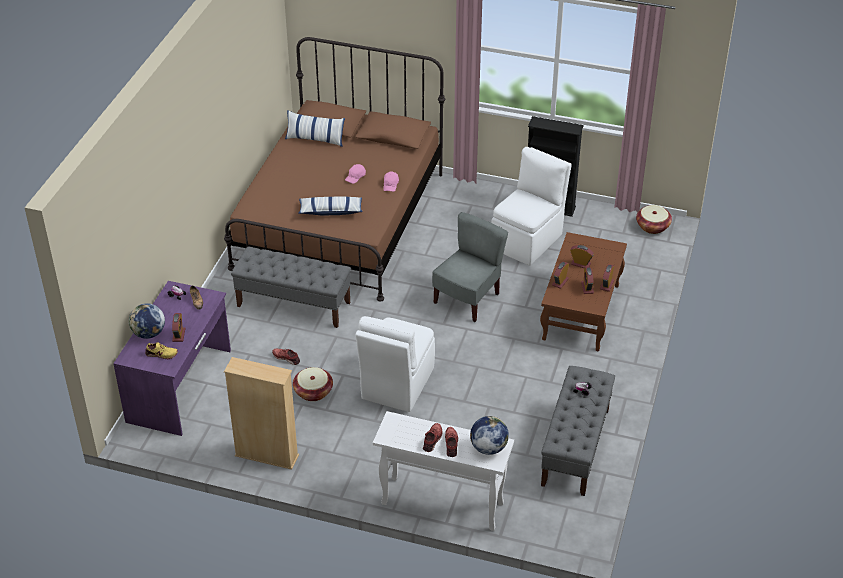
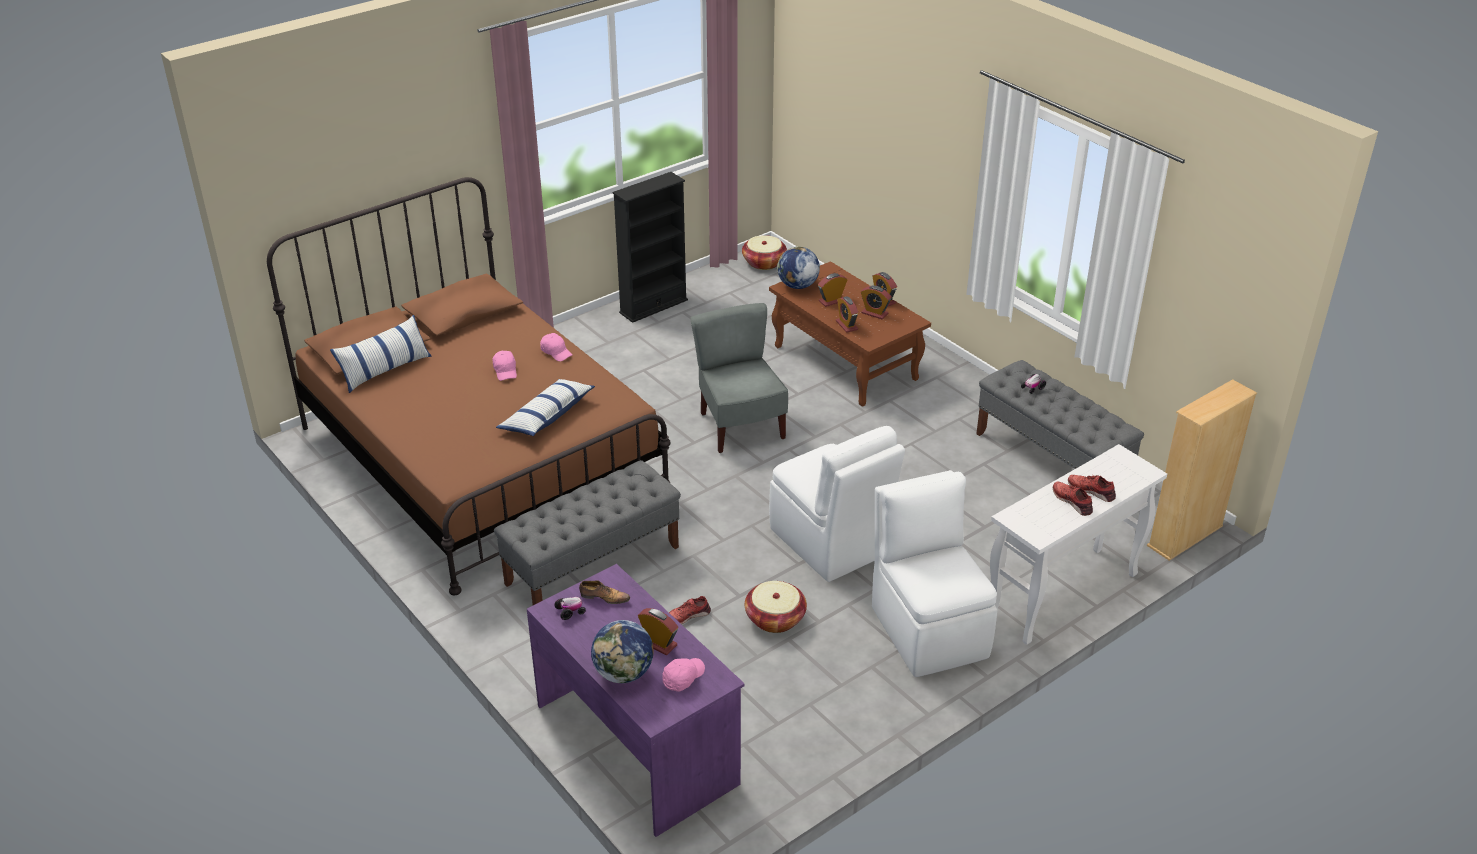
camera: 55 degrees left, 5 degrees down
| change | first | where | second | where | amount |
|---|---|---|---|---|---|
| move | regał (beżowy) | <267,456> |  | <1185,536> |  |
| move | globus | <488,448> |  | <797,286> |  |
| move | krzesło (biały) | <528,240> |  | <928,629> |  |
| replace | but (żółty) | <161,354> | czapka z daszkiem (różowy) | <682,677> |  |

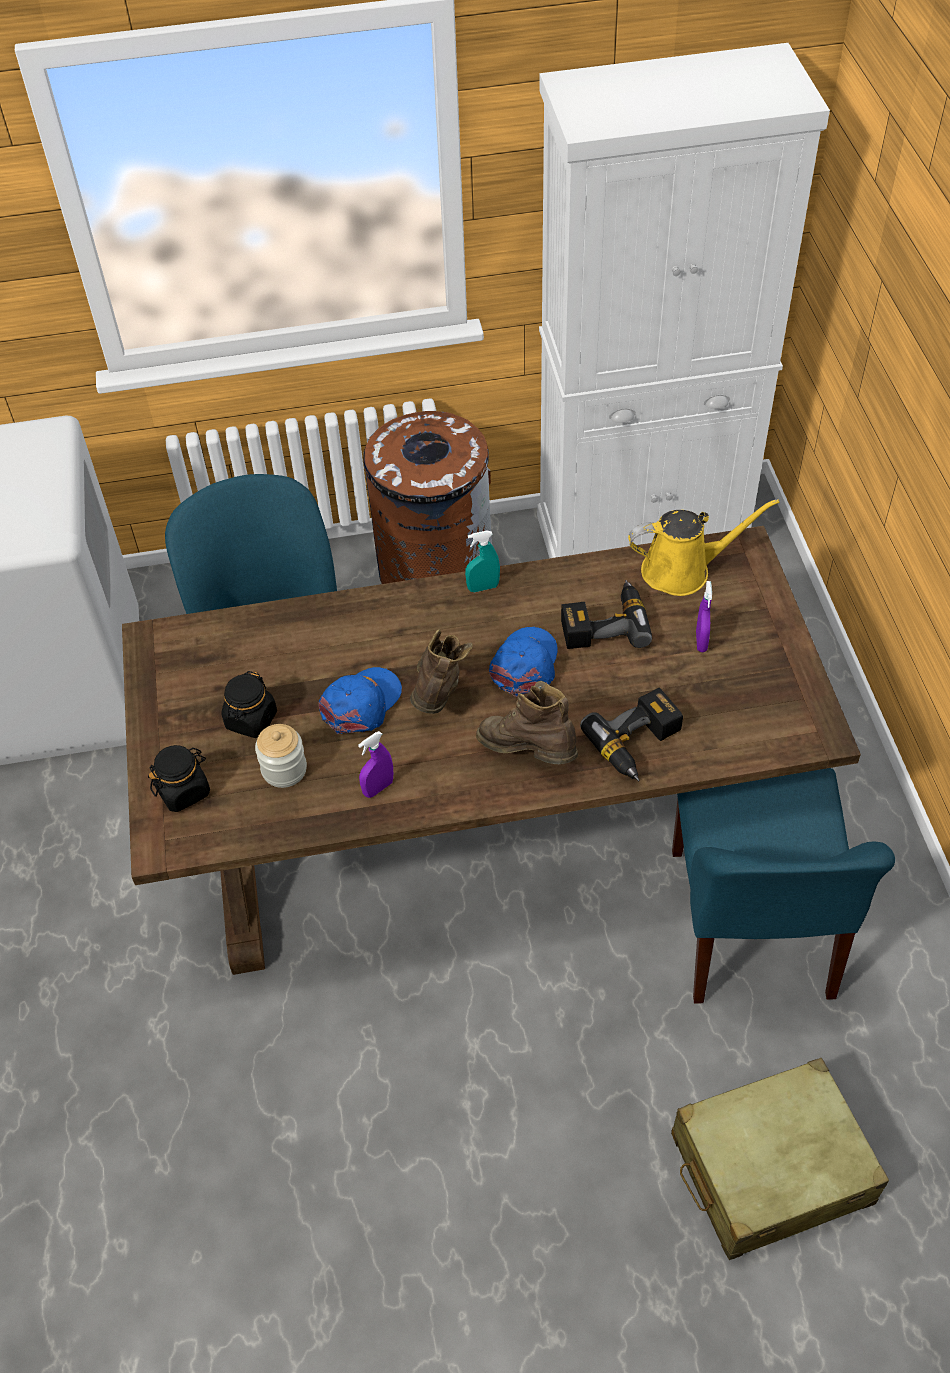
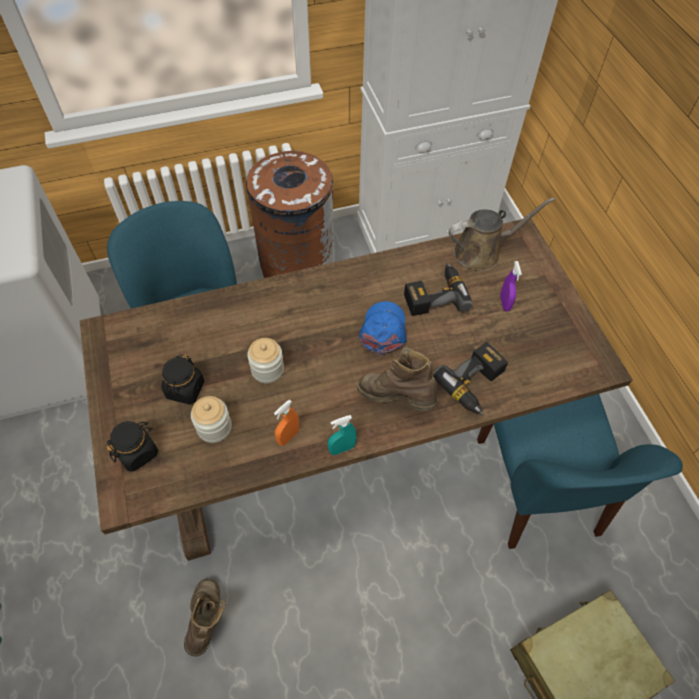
camera: 10 degrees left, 5 degrees up
| change | first | where | second | where | amount |
|---|---|---|---|---|---|
| move | but z cholewką (brązowy) | <439,692> |  | <208,619> |  |
| move | spryskiwacz (turkusowy) | <483,587> |  | <342,448> |  |
| replace | czapka z daszkiem (niebieski) | <361,704> | słoik | <267,369> |  |
| recolor | spryskiwacz (fioletowy) | <378,788> | spryskiwacz (pomarańczowy) | <288,436> |  |
| recolor | konewka (żółty) | <682,570> | konewka (brązowy) | <482,252> |  |

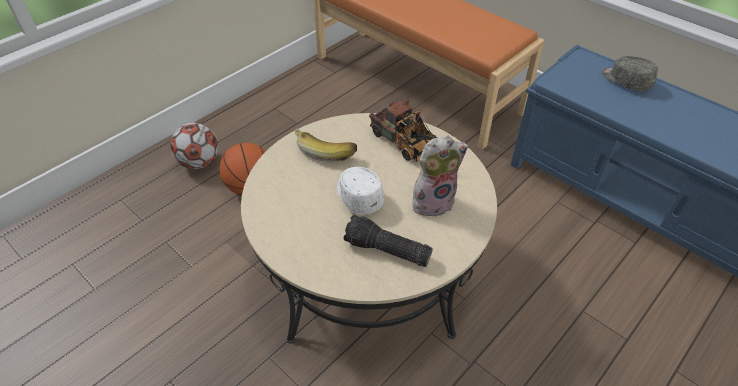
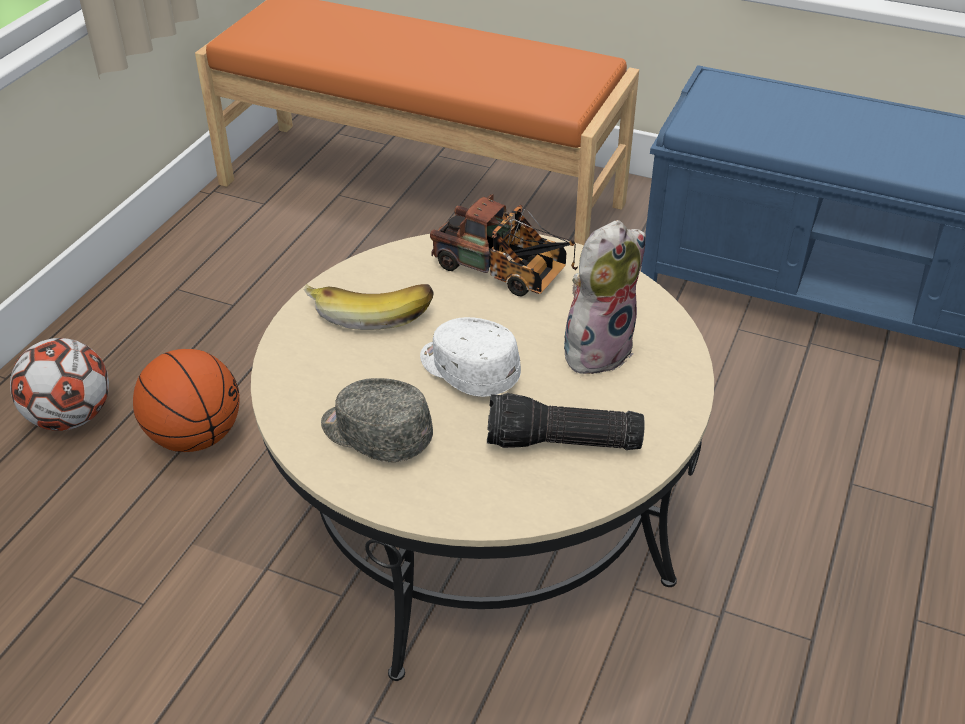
camera: 20 degrees left, 5 degrees down
| change | first | where | second | where | amount |
|---|---|---|---|---|---|
| move | czapka z daszkiem (szary) | <625,81> |  | <375,434> |  |

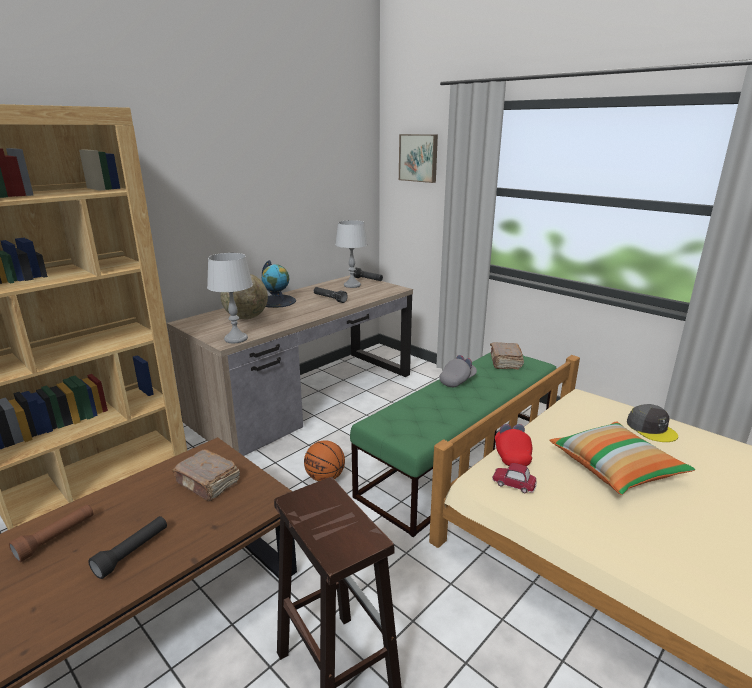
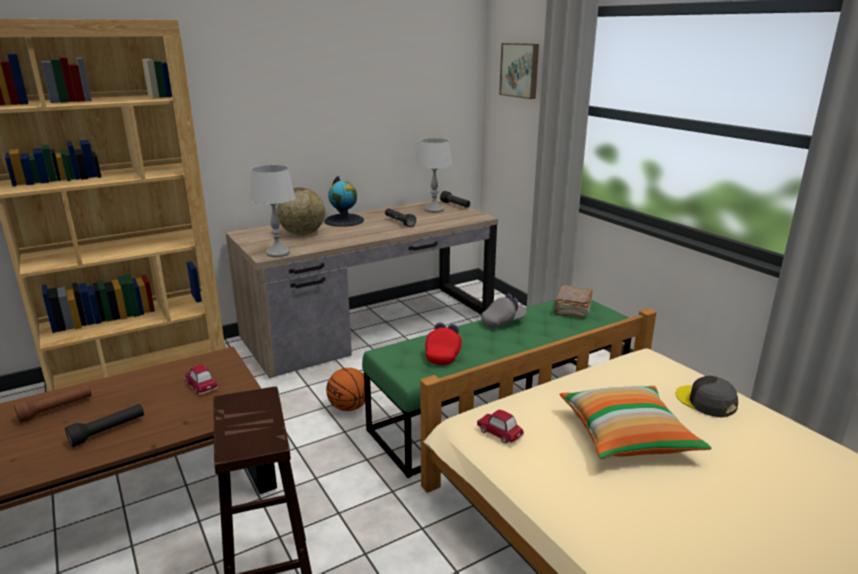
camera: 15 degrees right, 0 degrees up
| change | first | where | second | where | amount |
|---|---|---|---|---|---|
| move | czapka z daszkiem (czerwony) | <511,455> |  | <443,354> |  |
| replace | książka (brązowy) | <208,483> | samochodzik | <201,385> |  |
| rotate | czapka z daszkiem (szary) | <651,428> |  | <706,402> | 150 degrees clockwise |

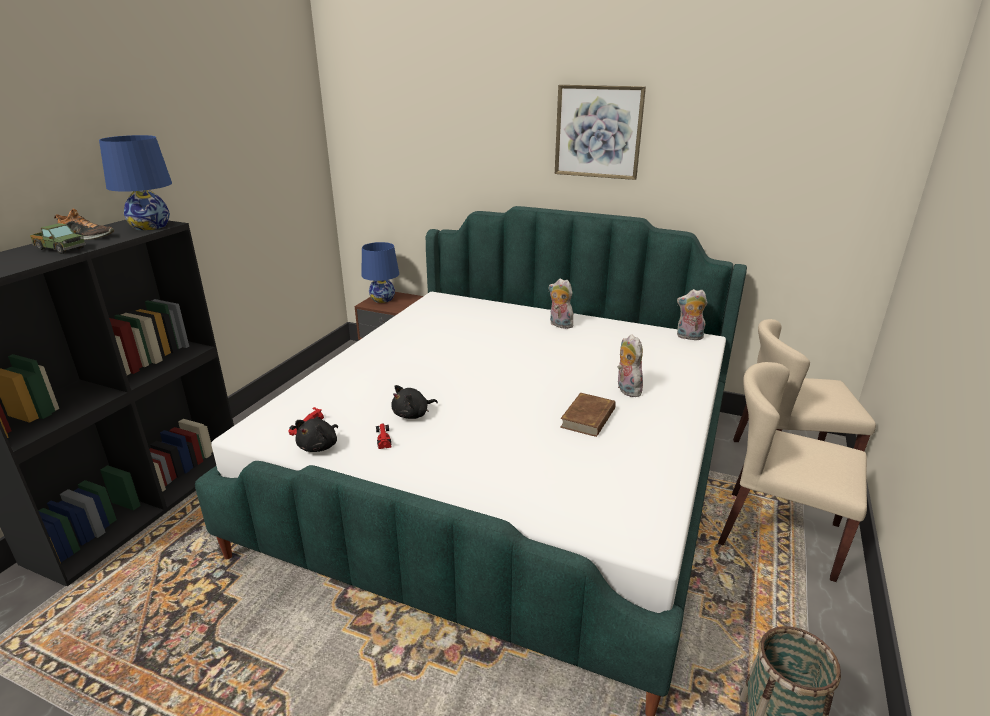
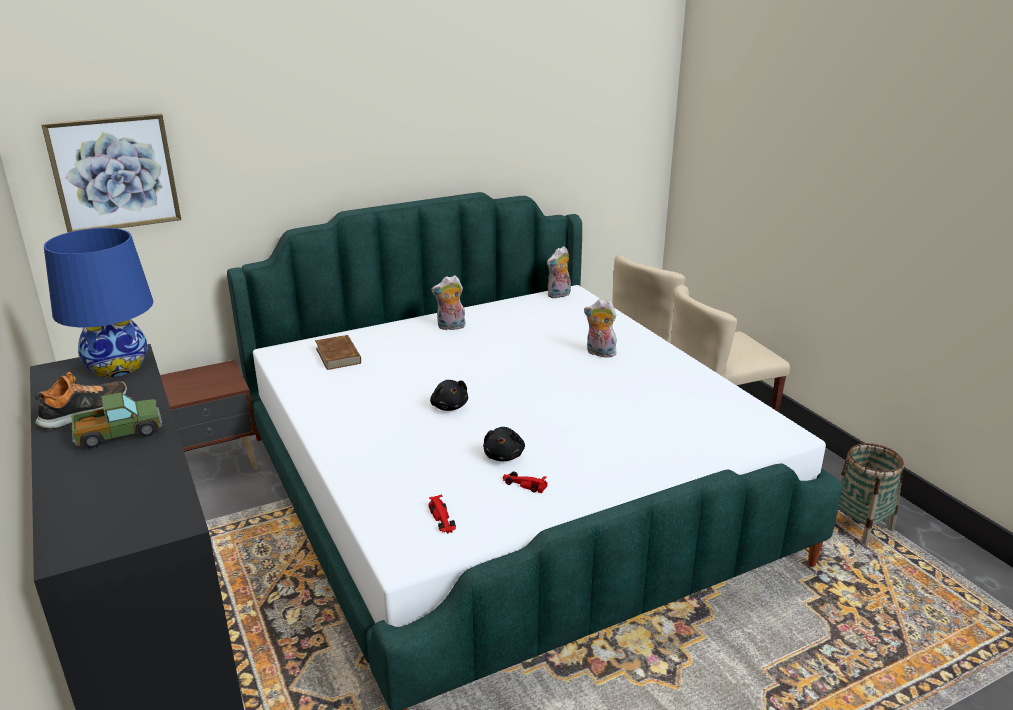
camera: 50 degrees left, 0 degrees up
| change | first | where | second | where | amount |
|---|---|---|---|---|---|
| delete | lampa stołowa (niebieski) | <382,299> |  |  |  |
| move | pluszak (czarny) | <319,446> |  | <449,406> |  |
| move | obraz | <598,132> |  | <114,173> |  |
| move | książka (brązowy) | <588,418> |  | <338,356> |  |

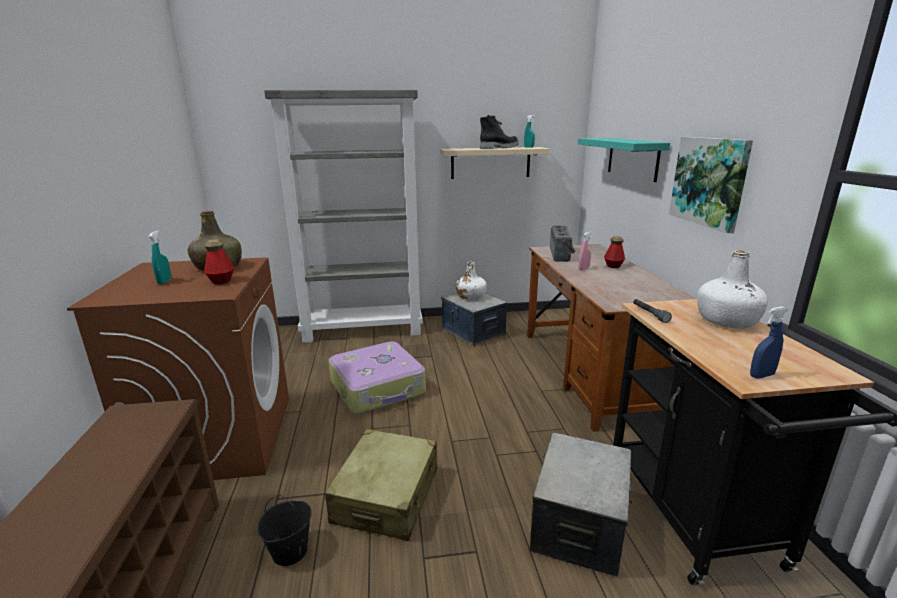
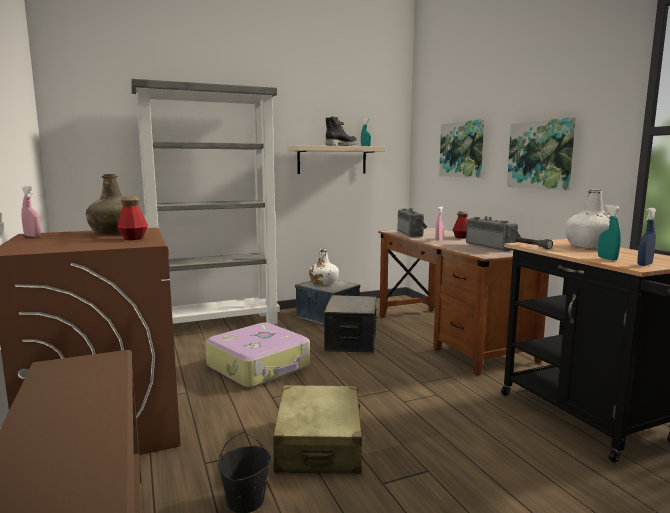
camera: 15 degrees left, 10 degrees down
| change | first | where | second | where | amount |
|---|---|---|---|---|---|
| insert |  |  | spryskiwacz (różowy) | <32,236> |  |
| insert |  |  | radio | <492,246> |  |
| move | spryskiwacz (turkusowy) | <164,281> |  | <607,259> |  |
| move | pojemnik do przechowywania | <579,525> |  | <351,342> |  |
| replace | półka (turkusowy) | <632,158> | obraz | <462,149> |  |

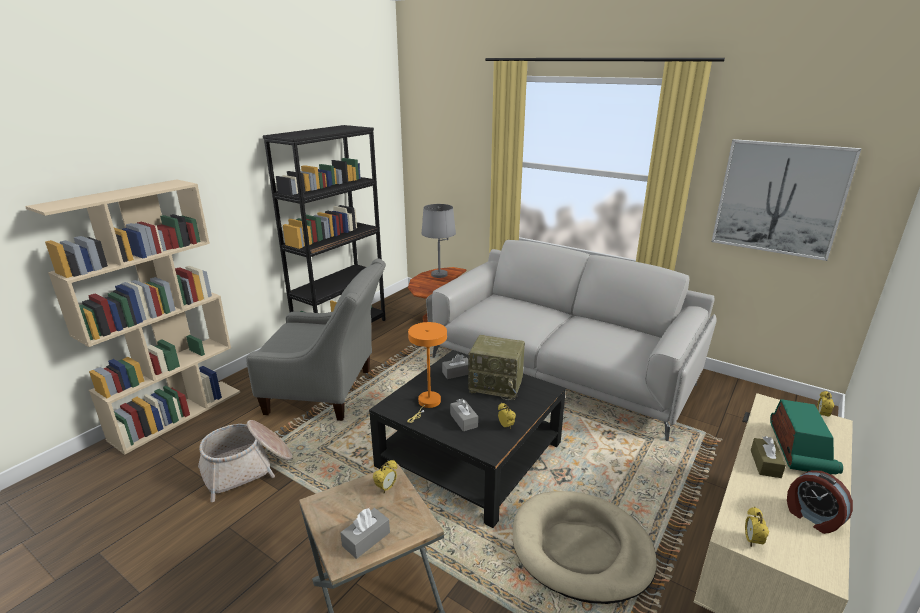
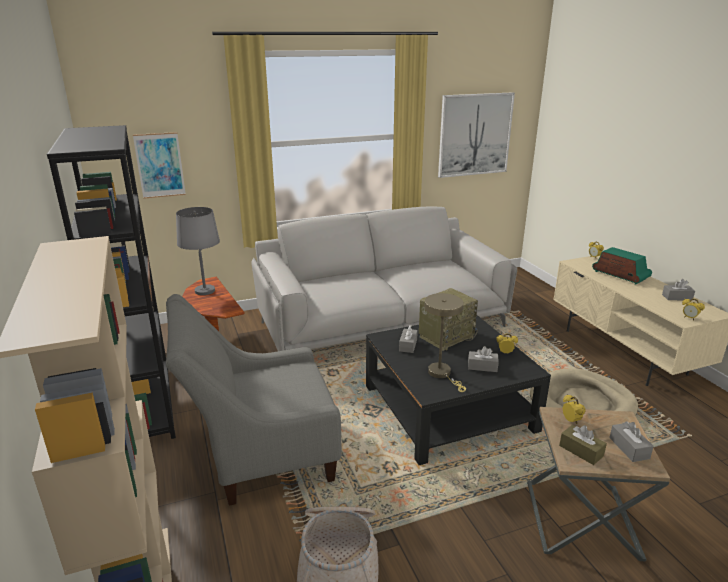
camera: 55 degrees left, 0 degrees up
| change | first | where | second | where | amount |
|---|---|---|---|---|---|
| insert |  |  | obraz | <160,165> |  |
| move | pudełko chusteczek (brązowy) | <765,464> |  | <581,451> |  |
| replace | budzik | <812,517> | pudełko chusteczek (szary) | <677,297> |  |
| recolor | lampa stołowa (pomarańczowy) | <427,403> | lampa stołowa (beżowy) | <442,374> |  |
| rotate | fotel (szary) | <328,392> |  | <261,455> | 150 degrees counterclockwise |

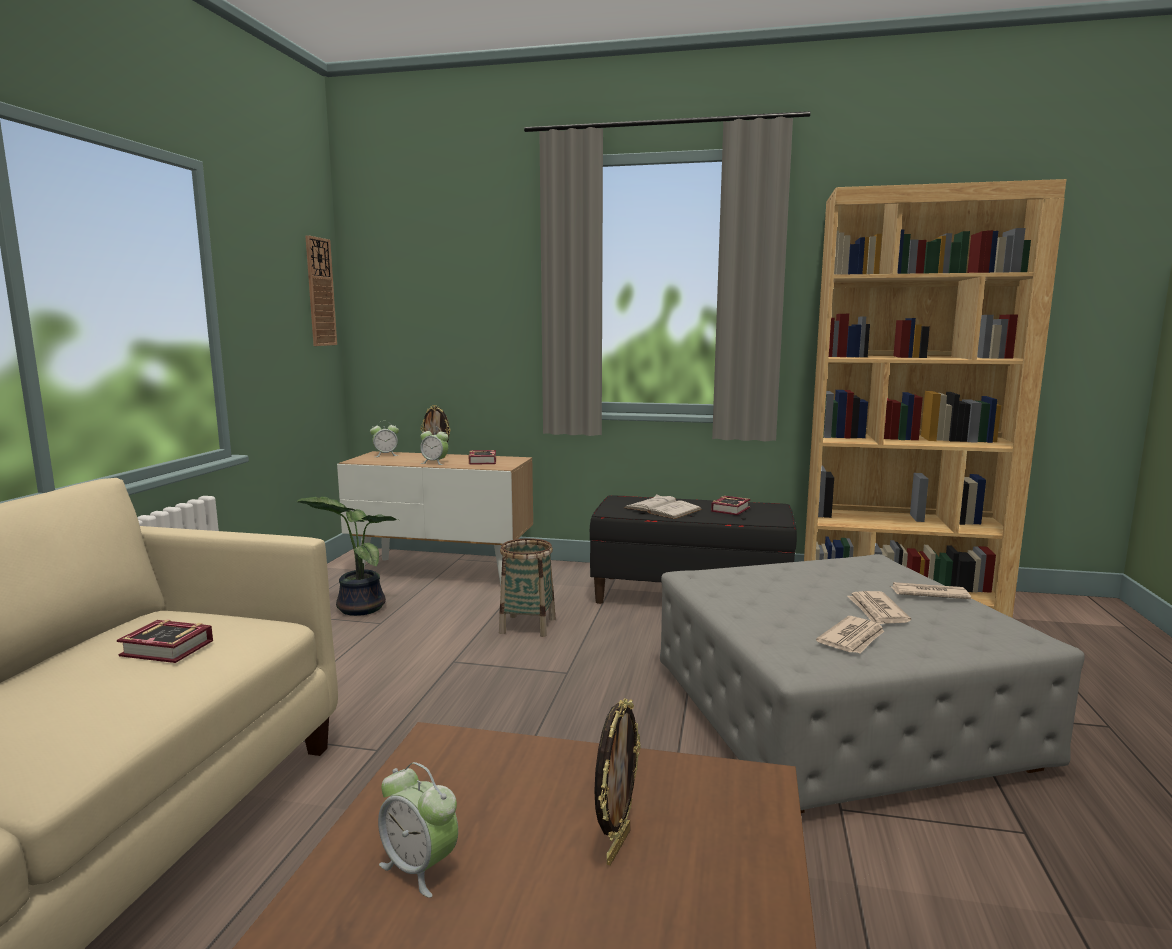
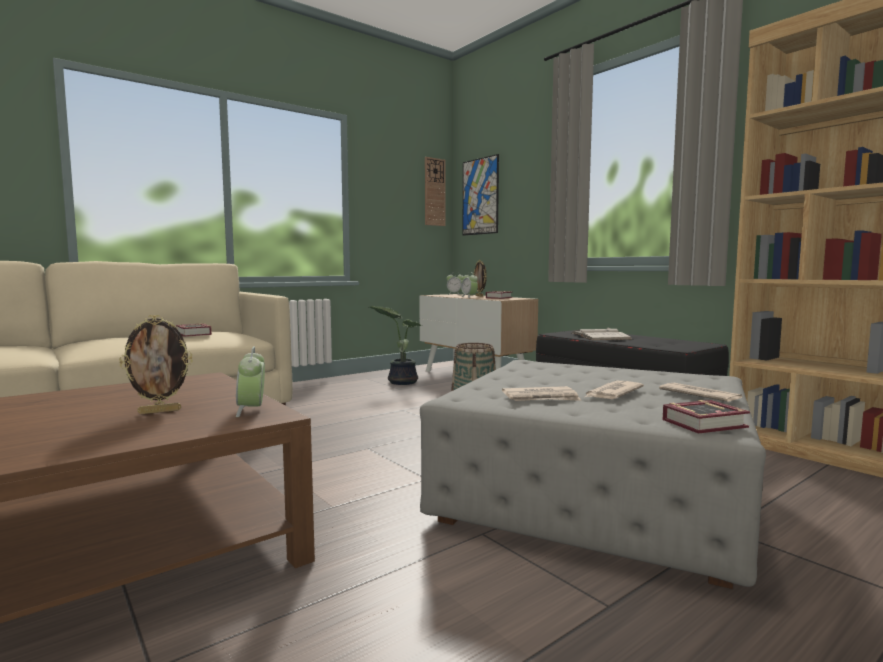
camera: 40 degrees right, 5 degrees down
| change | first | where | second | where | amount |
|---|---|---|---|---|---|
| insert |  |  | obraz | <480,196> |  |
| move | budzik | <420,868> |  | <251,410> |  |
| move | książka | <732,509> |  | <708,424> |  |

